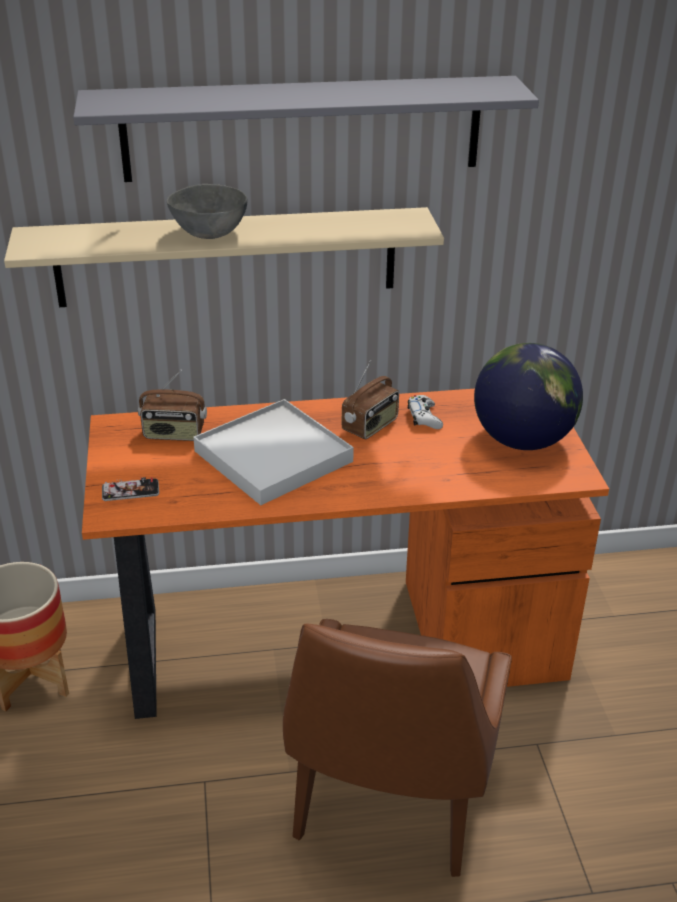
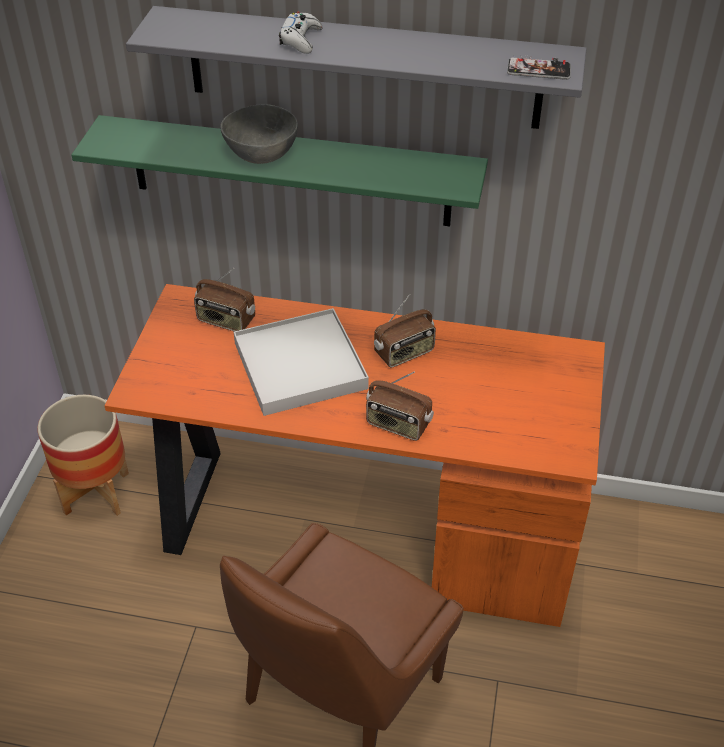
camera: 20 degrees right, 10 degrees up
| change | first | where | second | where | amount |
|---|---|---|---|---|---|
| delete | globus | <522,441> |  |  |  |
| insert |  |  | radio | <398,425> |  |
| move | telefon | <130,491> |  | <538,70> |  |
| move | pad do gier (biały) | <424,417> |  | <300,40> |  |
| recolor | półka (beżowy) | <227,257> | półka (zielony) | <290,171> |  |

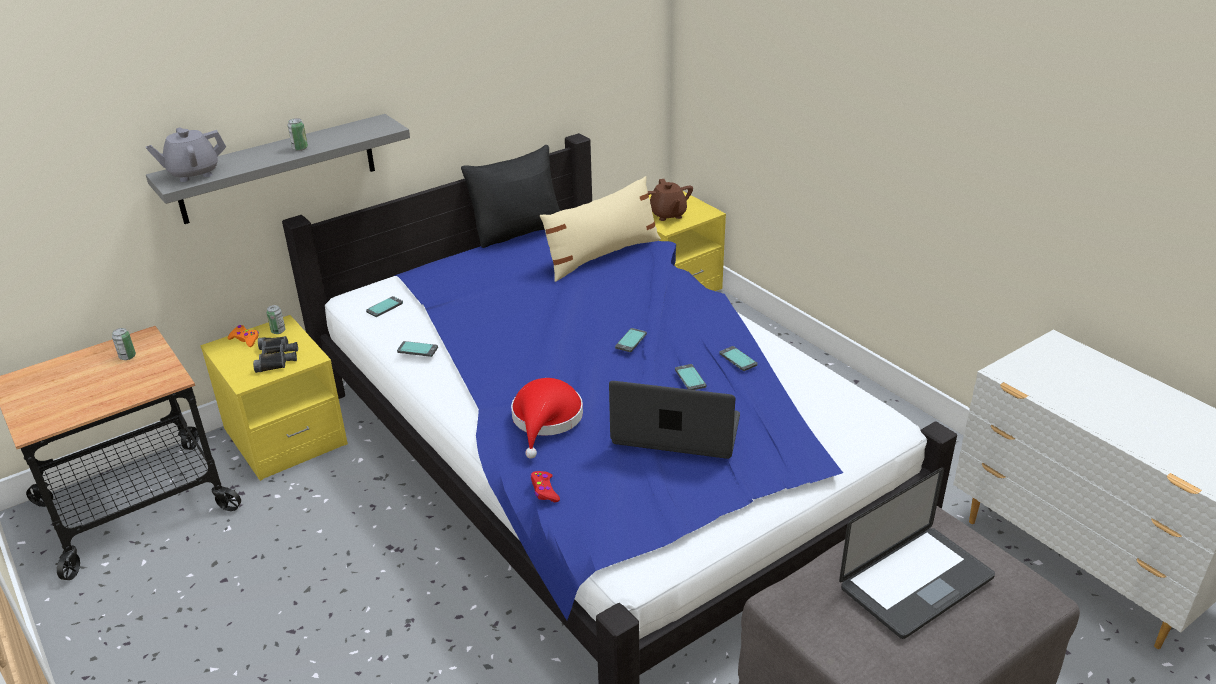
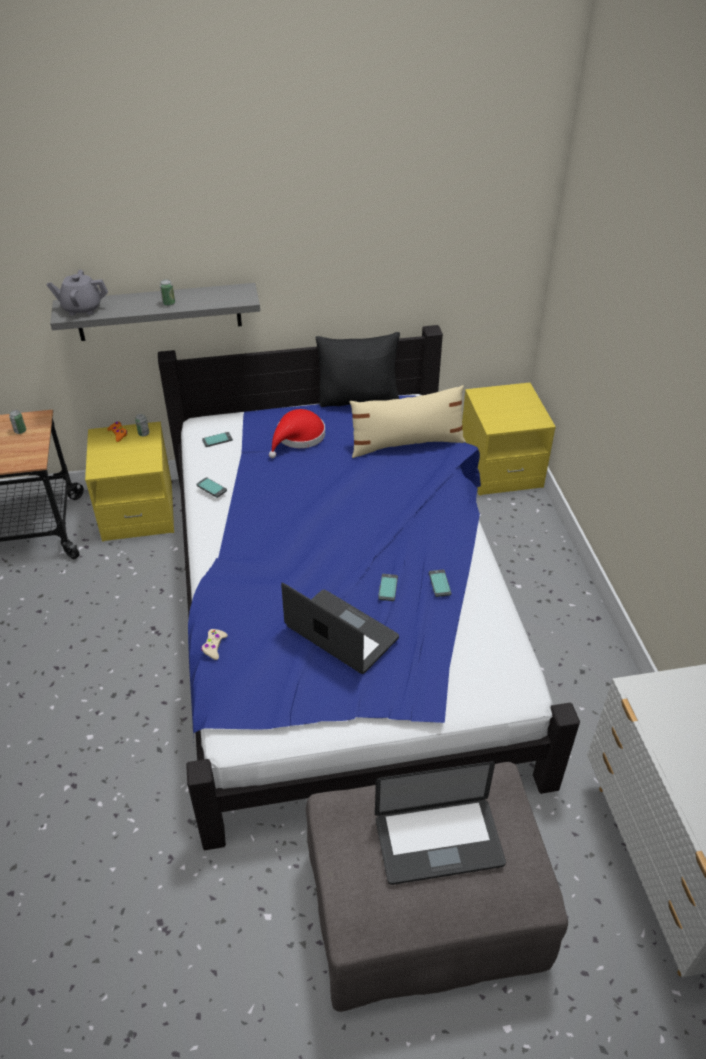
camera: 25 degrees right, 10 degrees up
| change | first | where | second | where | amount |
|---|---|---|---|---|---|
| delete | lornetka (czarny) | <277,358> |  |  |  |
| delete | telefon | <631,341> |  |  |  |
| delete | imbryk (brązowy) | <668,214> |  |  |  |
| move | kapelusz (czerwony) | <546,420> |  | <298,437> |  |
| recolor | pad do gier (czerwony) | <544,490> | pad do gier (beżowy) | <214,646> |  |

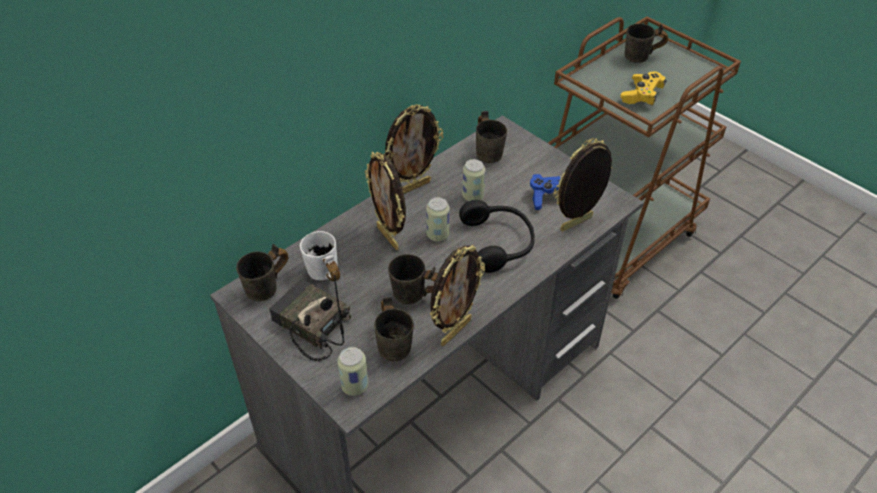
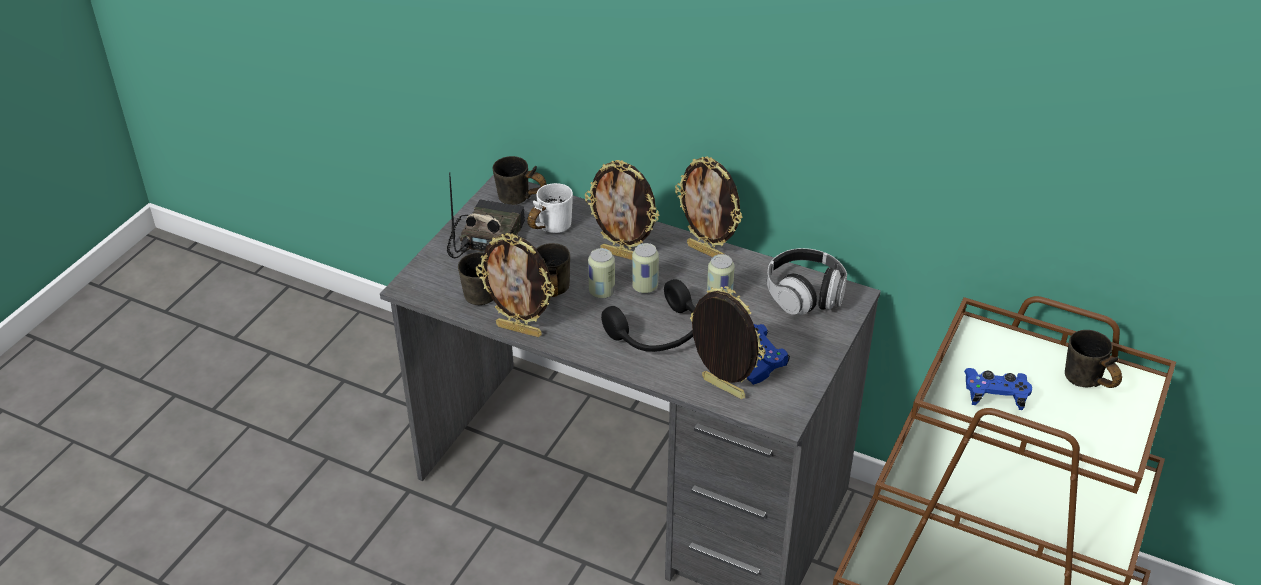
camera: 70 degrees right, 5 degrees down
| change | first | where | second | where | amount |
|---|---|---|---|---|---|
| move | puszka | <355,386> |  | <602,292> |  |
| replace | kubek (szary) | <490,151> | słuchawki | <805,295> |  |
| recolor | pad do gier (żółty) | <642,95> | pad do gier (niebieski) | <994,396> |  |
| rotate | ramka na zdjęcie | <389,237> |  | <623,255> | 105 degrees counterclockwise |

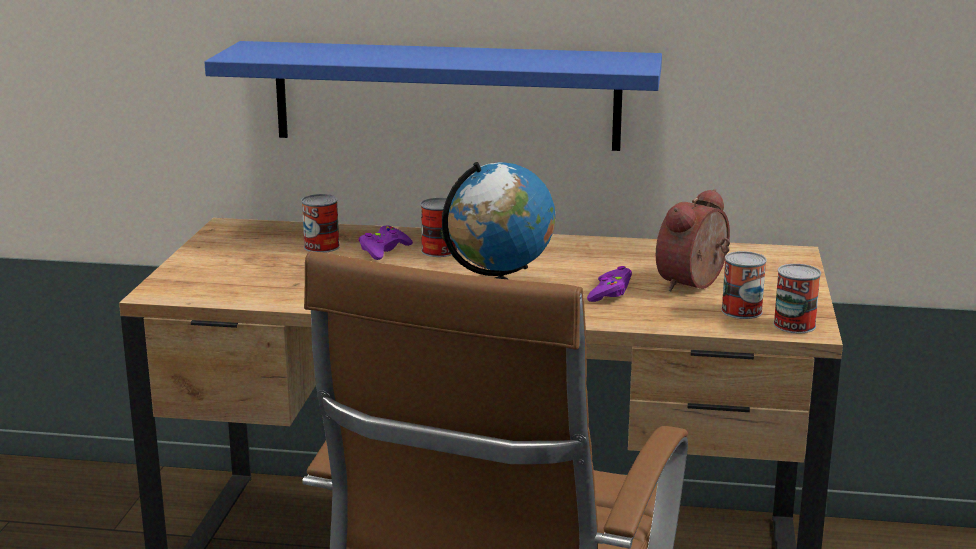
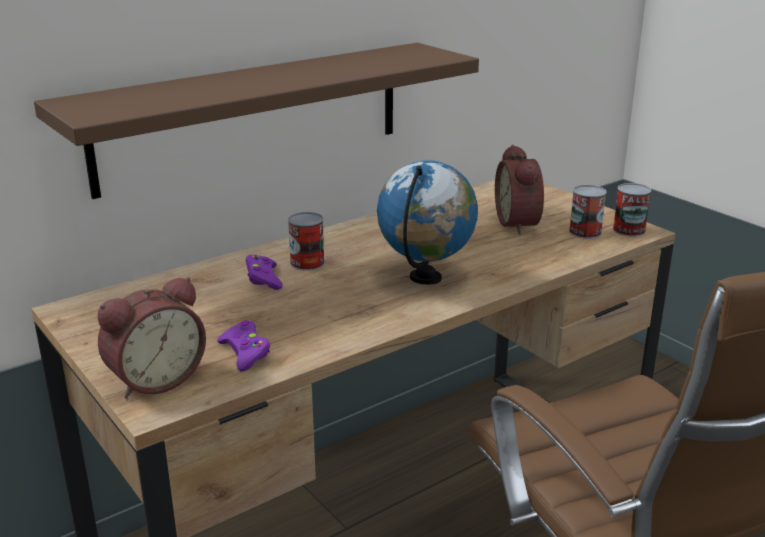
camera: 45 degrees left, 5 degrees up
| change | first | where | second | where | amount |
|---|---|---|---|---|---|
| delete | puszka | <321,246> |  |  |  |
| insert |  |  | budzik | <155,379> |  |
| move | pad do gier (fioletowy) | <610,292> |  | <245,352> |  |
| recolor | półka (niebieski) | <446,95> | półka (brązowy) | <253,116> |  |

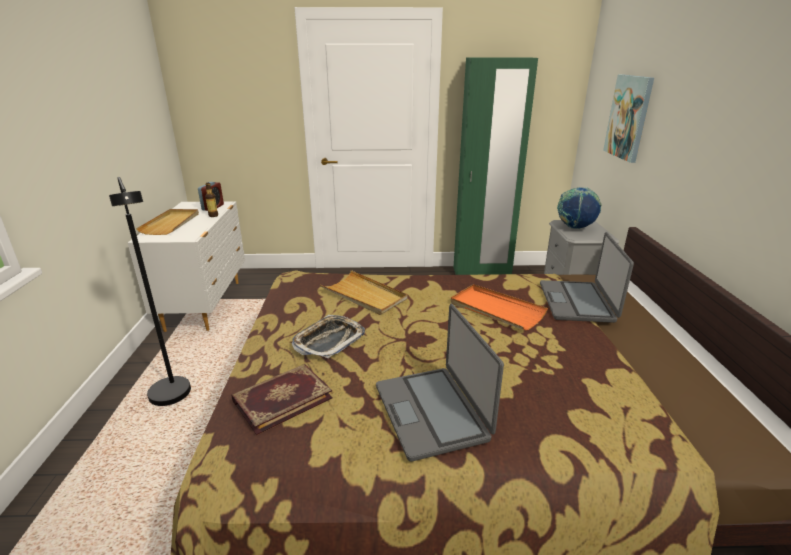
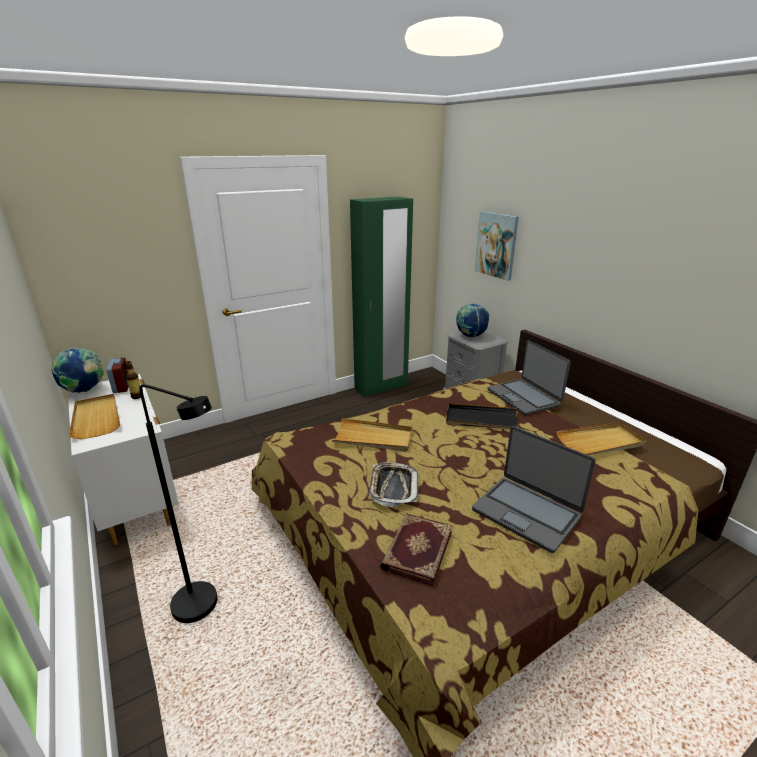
camera: 30 degrees left, 0 degrees up
| change | first | where | second | where | amount |
|---|---|---|---|---|---|
| insert |  |  | globus | <84,391> |  |
| insert |  |  | taca (beżowy) | <600,442> |  |
| recolor | taca (pomarańczowy) | <496,309> | taca (czarny) | <481,419> |  |

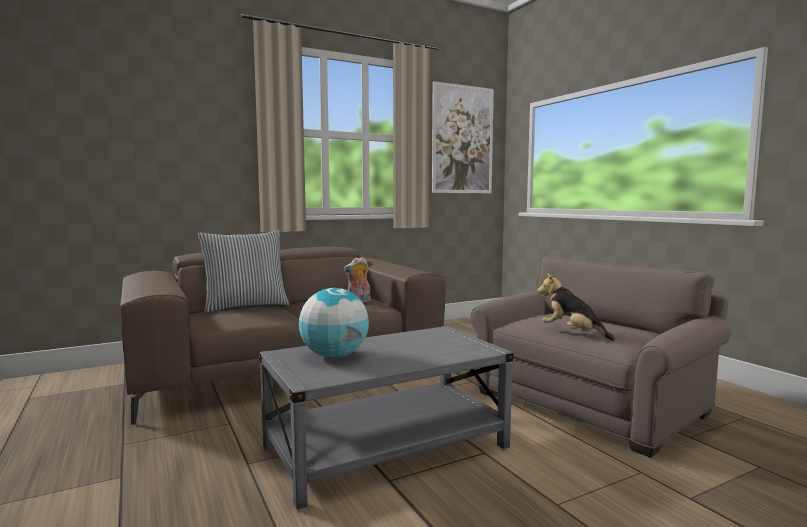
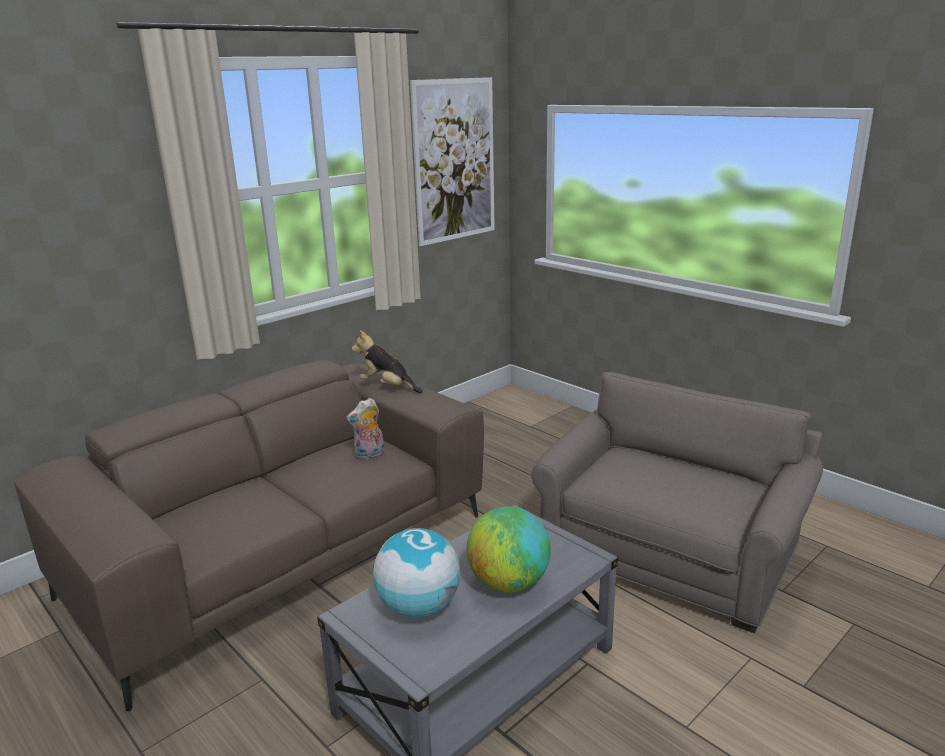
camera: 15 degrees left, 15 degrees up
| change | first | where | second | where | amount |
|---|---|---|---|---|---|
| delete | poduszka | <245,306> |  |  |  |
| insert |  |  | globus | <508,583> |  |
| move | pluszak | <572,333> |  | <387,387> |  |

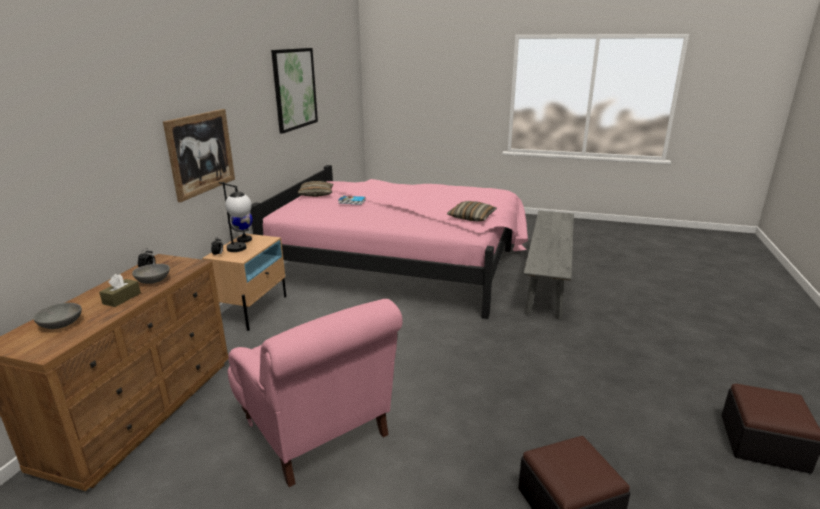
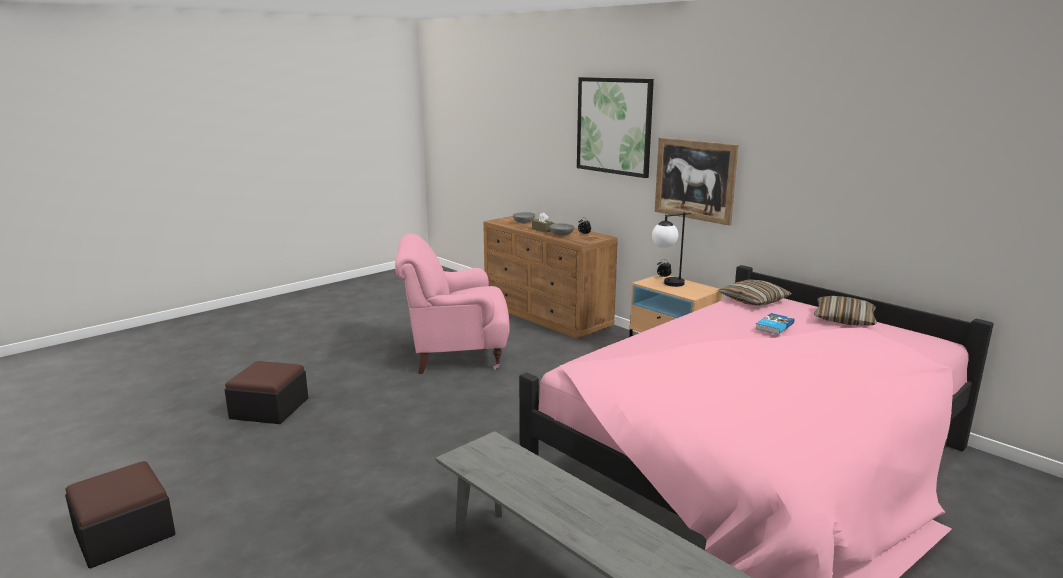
camera: 120 degrees right, 5 degrees down
| change | first | where | second | where | amount |
|---|---|---|---|---|---|
| delete | globus | <244,240> |  |  |  |
| move | obraz | <294,89> |  | <614,126> |  |
| move | poduszka | <472,217> |  | <754,301> |  |

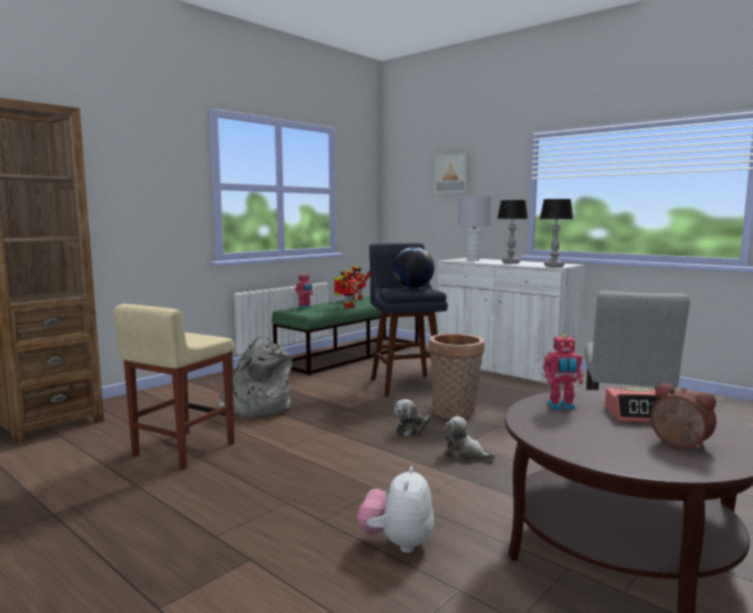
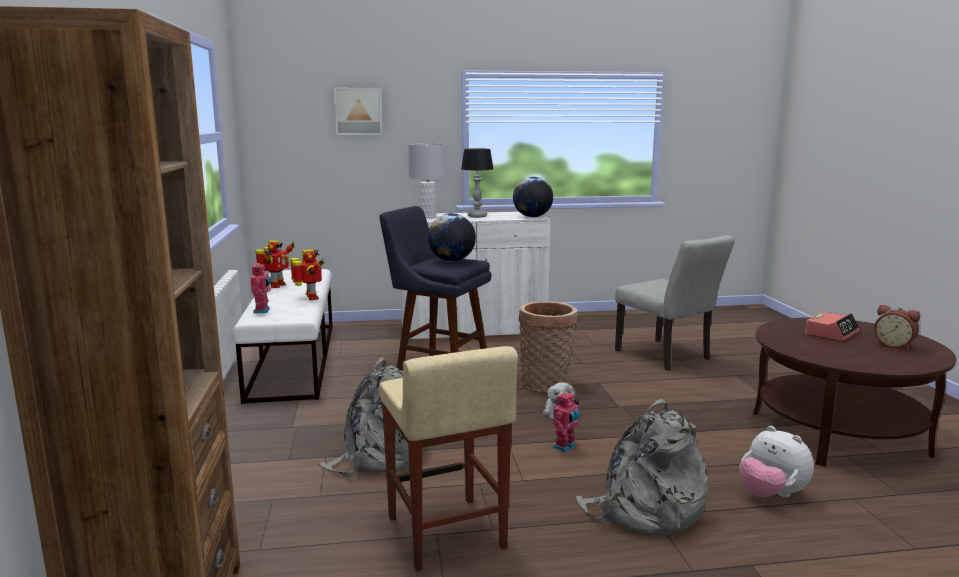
camera: 50 degrees left, 5 degrees up
| change | first | where | second | where | amount |
|---|---|---|---|---|---|
| delete | pluszak | <465,454> |  |  |  |
| insert |  |  | plecak (szary) | <644,511> |  |
| move | robot zabawkowy | <561,406> |  | <565,447> |  |
| replace | lampa stołowa | <553,266> | globus | <532,217> |  |
| recolor | ławka (zielony) | <351,354> | ławka (biały) | <293,359> |  |
| rotate | budzik | <678,445> |  | <894,345> | 135 degrees counterclockwise |

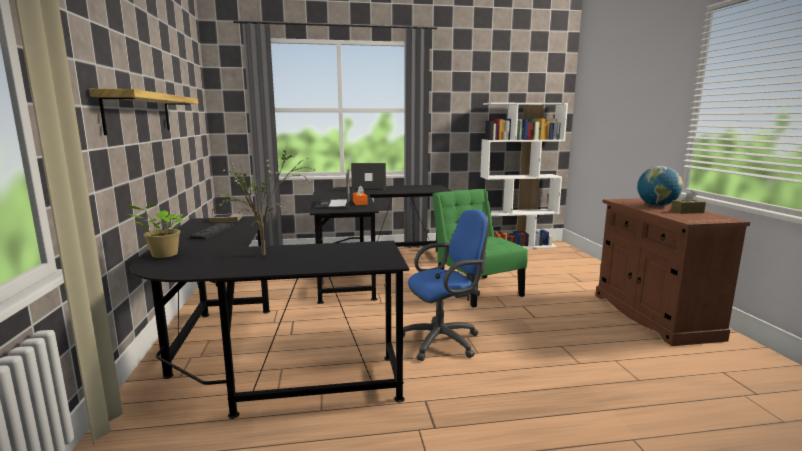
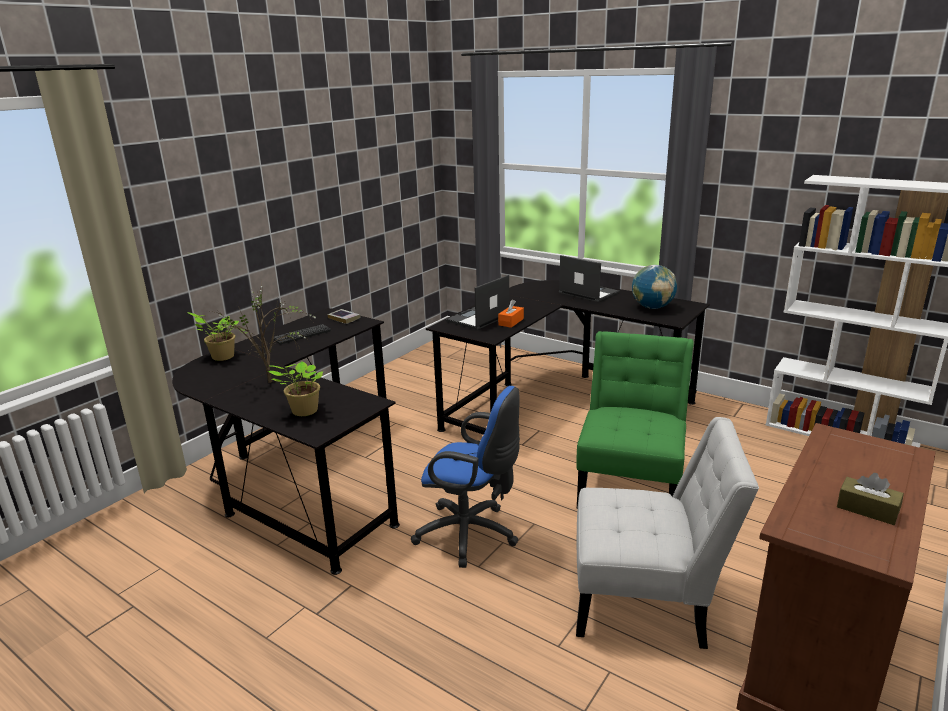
camera: 45 degrees right, 10 degrees up
| change | first | where | second | where | amount |
|---|---|---|---|---|---|
| delete | półka | <139,113> |  |  |  |
| insert |  |  | roślina doniczkowa | <303,411> |  |
| insert |  |  | krzesło (biały) | <647,601> |  |
| move | globus | <656,206> |  | <652,307> |  |

